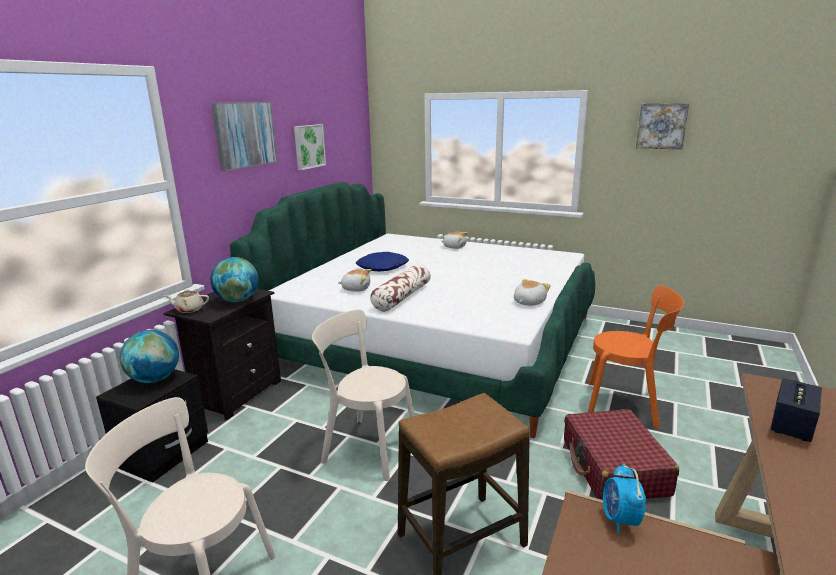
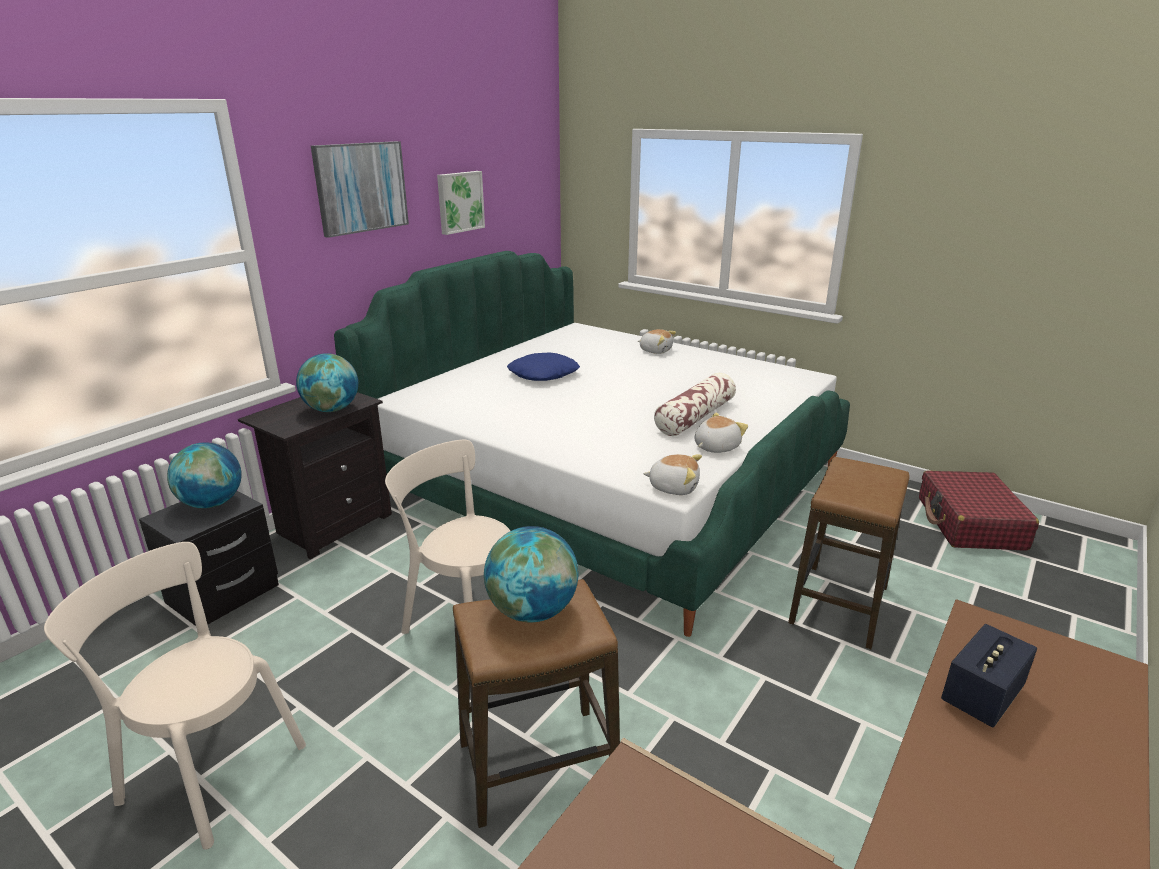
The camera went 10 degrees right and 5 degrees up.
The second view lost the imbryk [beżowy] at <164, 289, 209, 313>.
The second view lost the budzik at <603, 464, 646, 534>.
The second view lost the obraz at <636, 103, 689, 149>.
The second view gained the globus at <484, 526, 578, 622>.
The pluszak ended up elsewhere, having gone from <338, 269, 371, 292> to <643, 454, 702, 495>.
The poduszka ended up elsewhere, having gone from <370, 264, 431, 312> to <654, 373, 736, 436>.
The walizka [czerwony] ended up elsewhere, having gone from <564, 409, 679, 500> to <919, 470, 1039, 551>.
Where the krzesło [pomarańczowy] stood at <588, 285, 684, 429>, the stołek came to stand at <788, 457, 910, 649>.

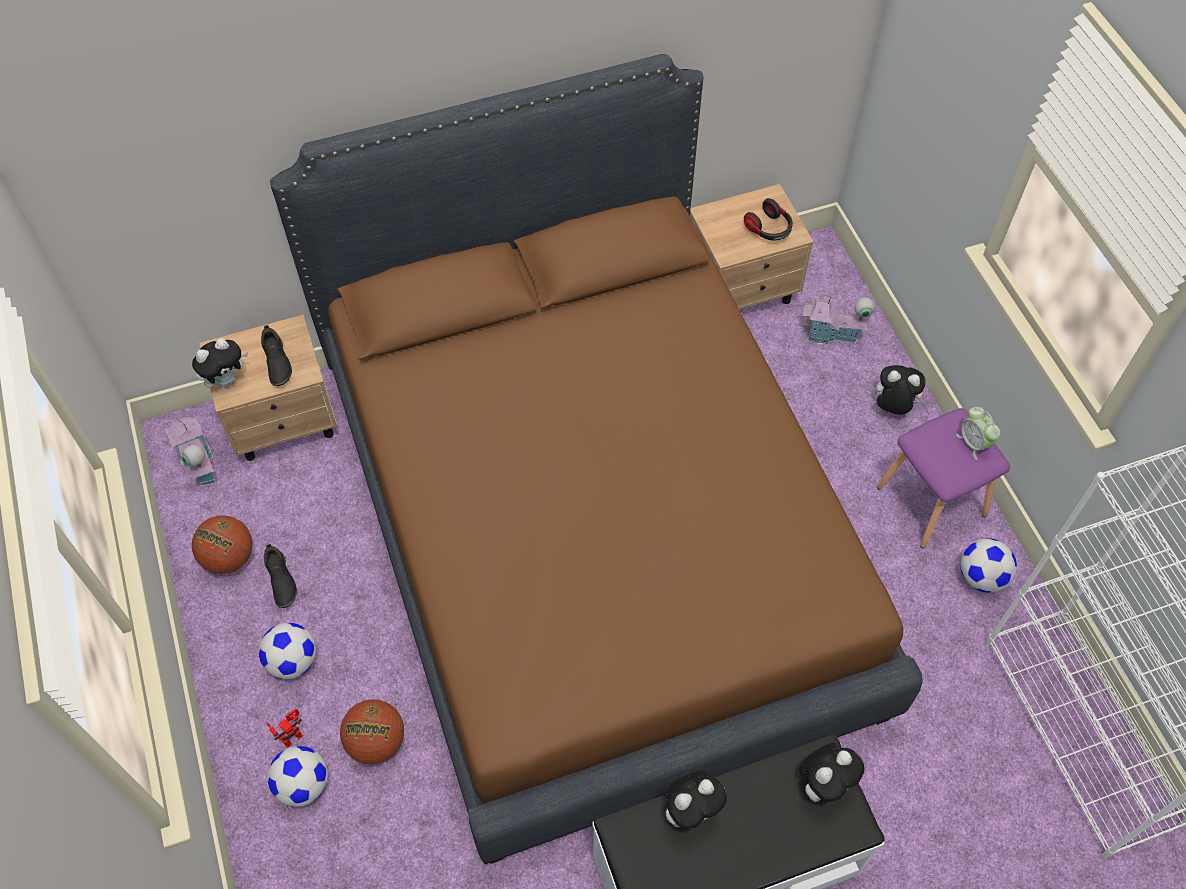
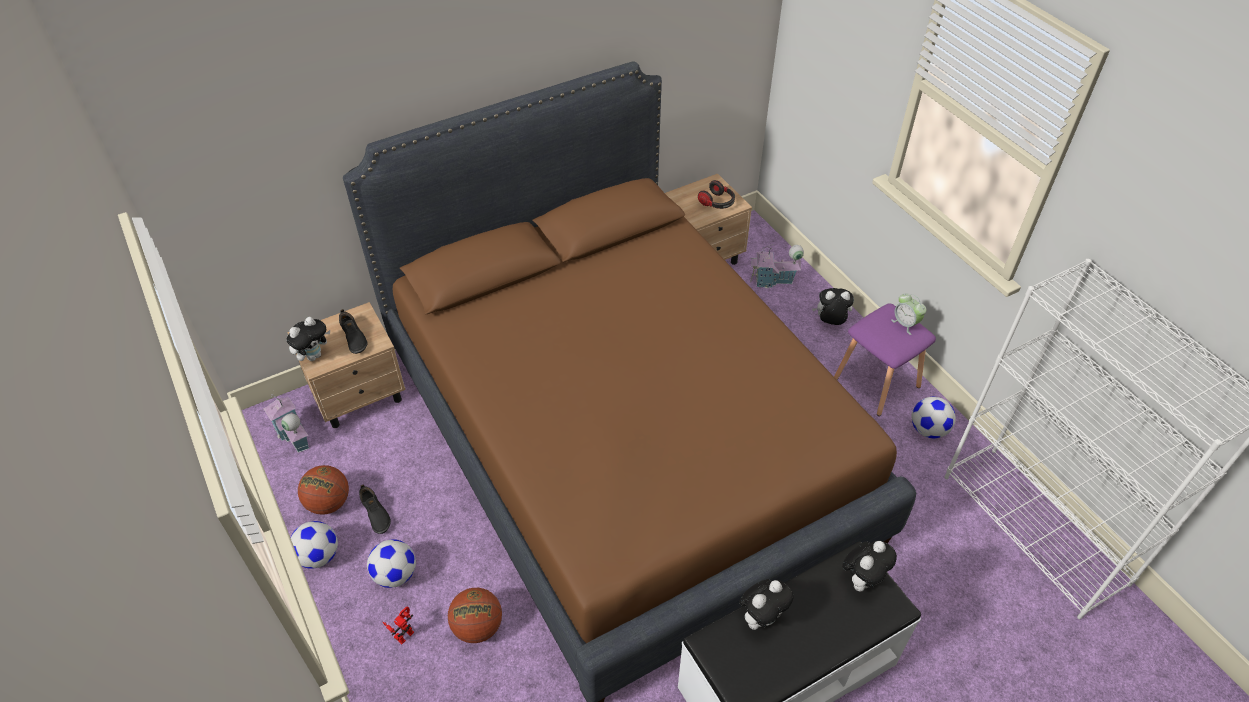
The camera went 10 degrees left and 10 degrees down.
The piłka futbolowa ended up elsewhere, having gone from <267, 746, 328, 807> to <291, 521, 338, 569>.

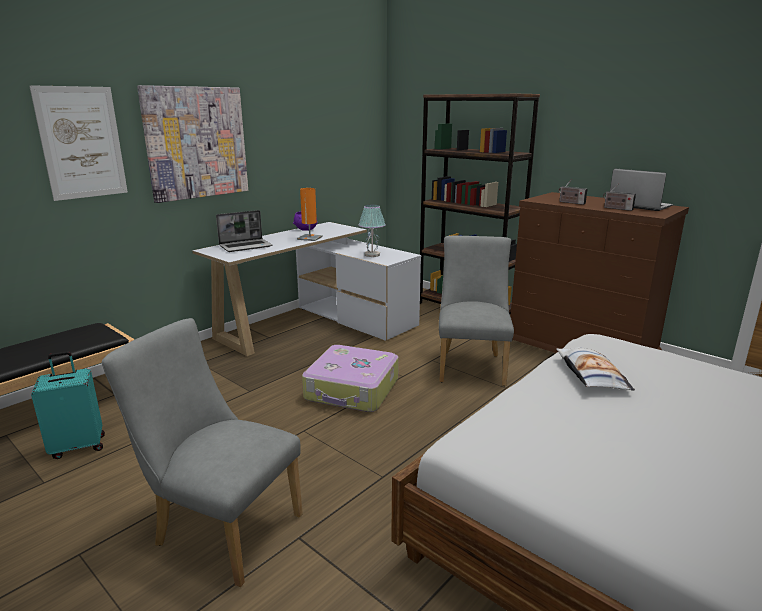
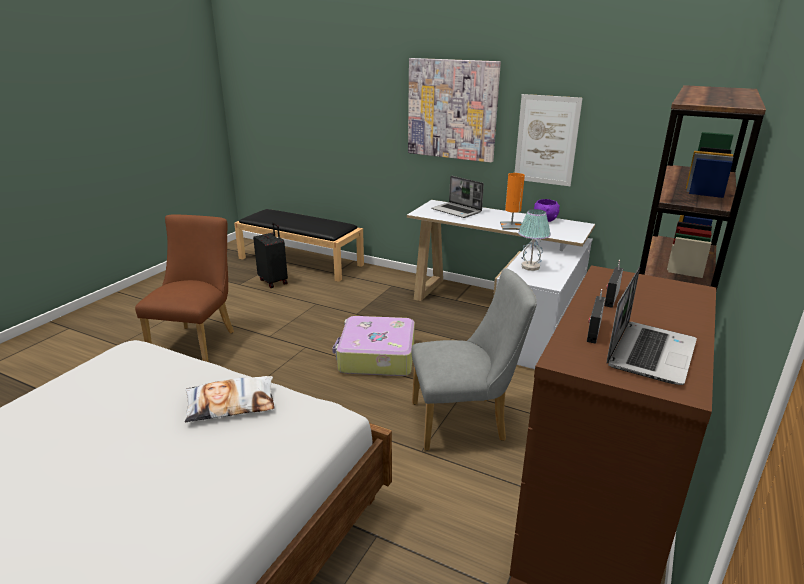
The camera went 75 degrees right and 5 degrees up.
The obraz ended up elsewhere, having gone from <29, 85, 128, 201> to <515, 94, 583, 186>.
What was the walizka [turkusowy] at <31, 351, 105, 459> turned into the walizka [czarny] at <253, 222, 288, 288>.
What was the krzesło [szary] at <102, 318, 303, 587> turned into the krzesło [brązowy] at <135, 214, 234, 362>.

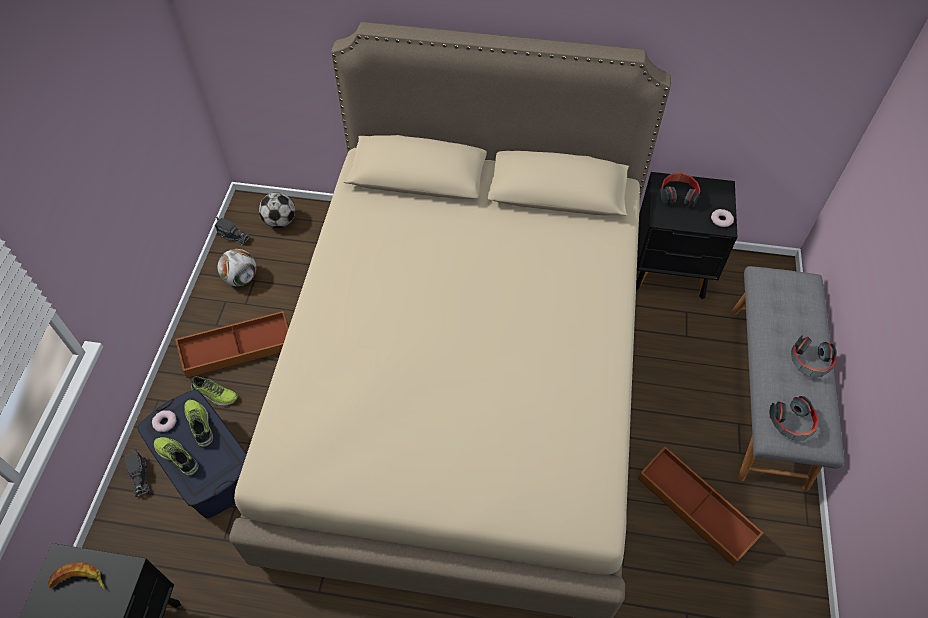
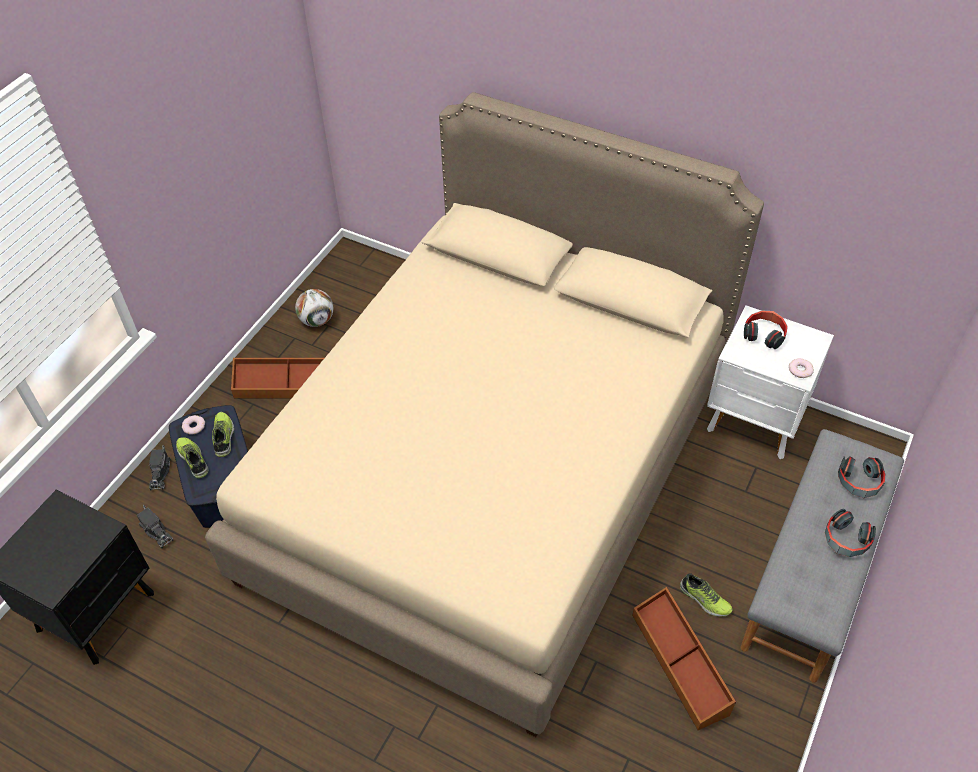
The camera went 20 degrees right and 5 degrees down.
The second view lost the banan at <48, 563, 105, 590>.
The second view lost the piłka futbolowa at <259, 192, 295, 228>.
The but ended up elsewhere, having gone from <191, 376, 238, 406> to <680, 573, 732, 617>.
The ciężarówka zabawkowa ended up elsewhere, having gone from <215, 217, 250, 246> to <137, 505, 174, 548>.
The słuchawki ended up elsewhere, having gone from <769, 396, 819, 441> to <838, 457, 885, 498>.
What was the szafka nocna [czarny] at <636, 172, 737, 299> turned into the szafka nocna [biały] at <707, 305, 834, 459>.

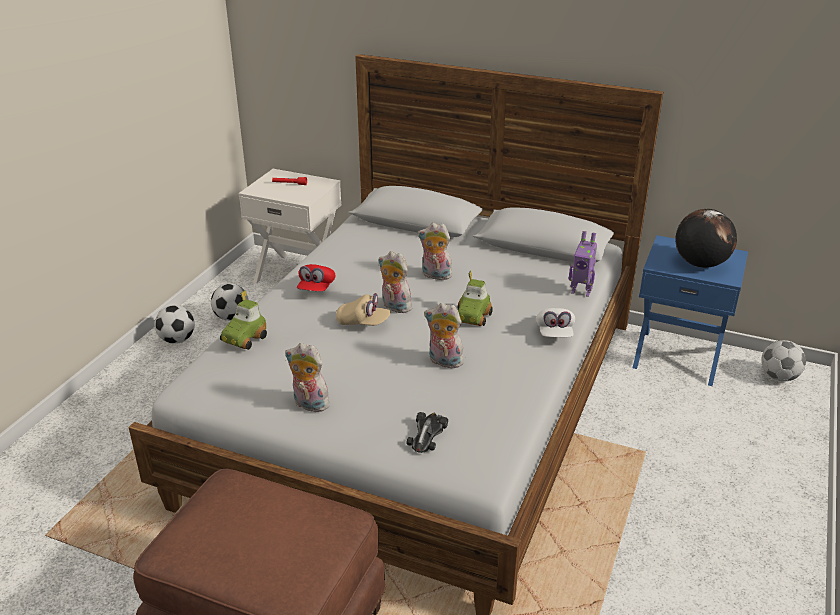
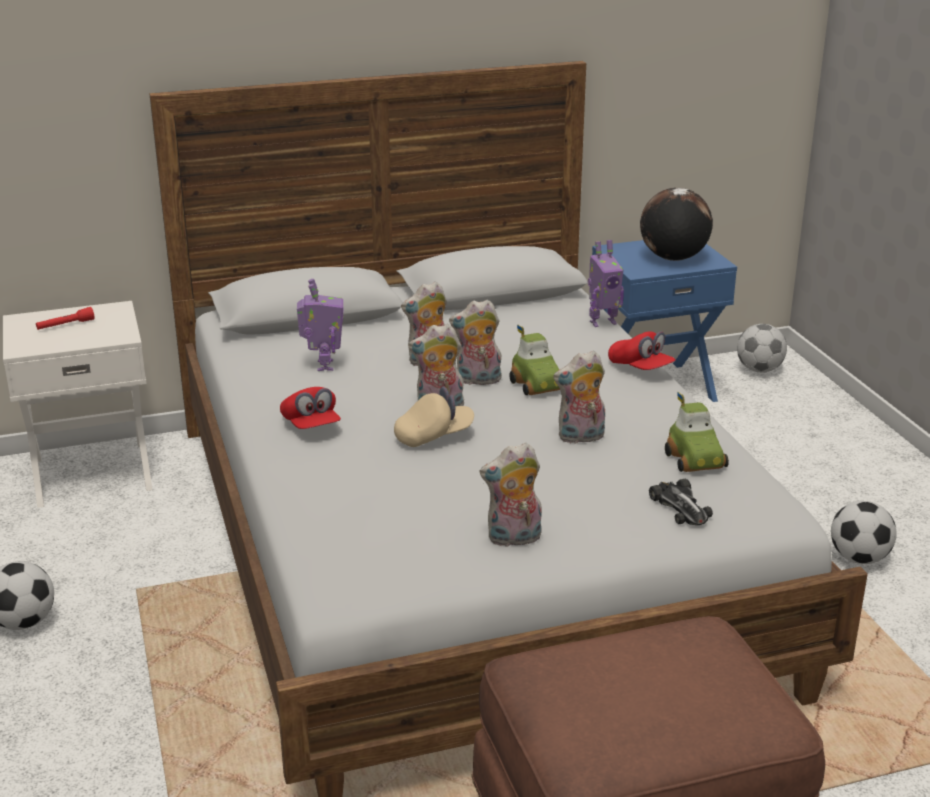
The camera went 40 degrees left and 5 degrees down.
The second view gained the robot zabawkowy at <297, 279, 343, 371>.
The second view gained the pluszak at <449, 300, 502, 385>.
The piłka futbolowa ended up elsewhere, having gone from <211, 284, 248, 321> to <831, 501, 897, 564>.
The samochodzik ended up elsewhere, having gone from <220, 290, 267, 350> to <665, 392, 729, 472>.
What was the czapka z daszkiem [biały] at <536, 308, 575, 337> turned into the czapka z daszkiem [czerwony] at <608, 331, 676, 370>.

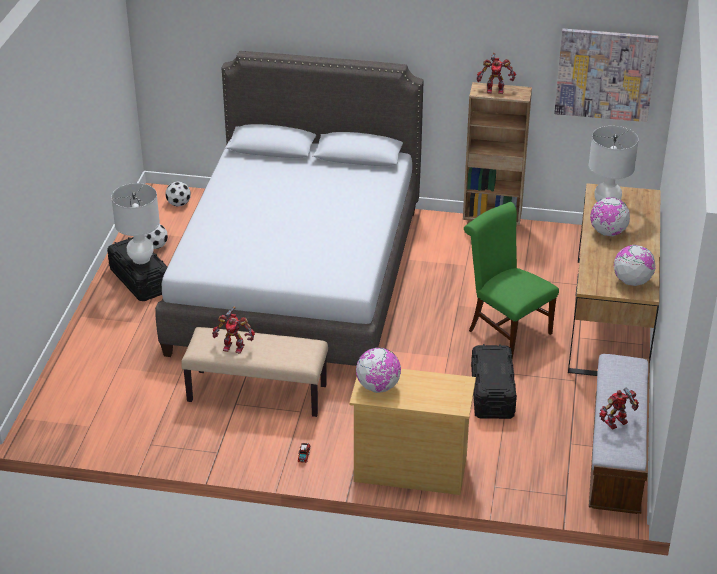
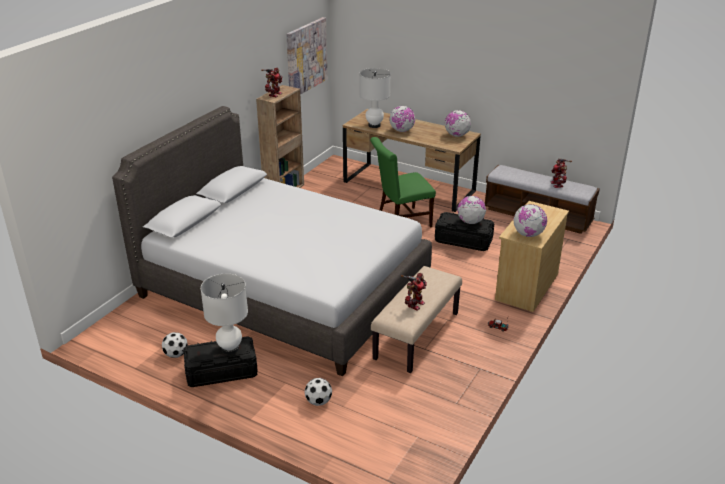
The camera went 70 degrees left and 5 degrees down.
The second view gained the globus at <457, 196, 486, 224>.
The piłka futbolowa ended up elsewhere, having gone from <165, 181, 191, 206> to <305, 378, 332, 406>.

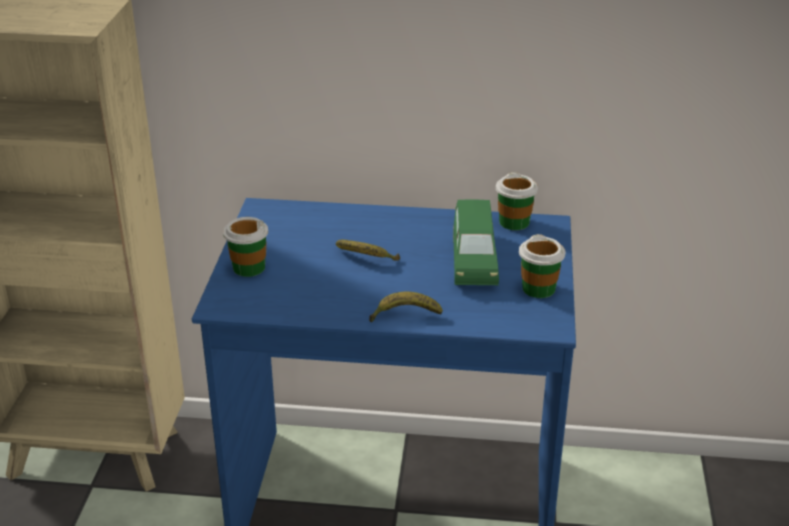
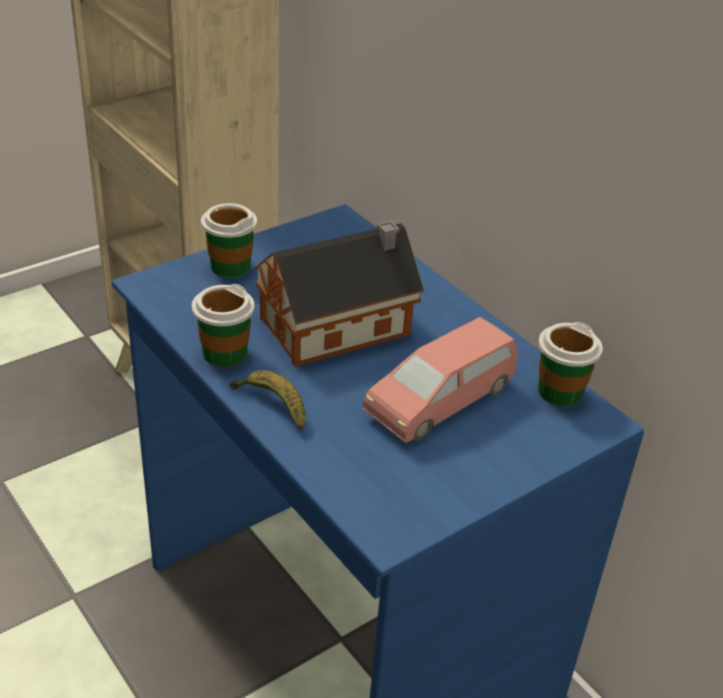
The camera went 45 degrees right and 5 degrees up.
The filiżanka ended up elsewhere, having gone from <519, 234, 566, 298> to <192, 284, 254, 367>.
Where the banan stood at <336, 240, 400, 261>, the domek came to stand at <254, 221, 424, 367>.
What was the samochodzik [zielony] at <453, 199, 499, 285> turned into the samochodzik [różowy] at <363, 317, 518, 443>.

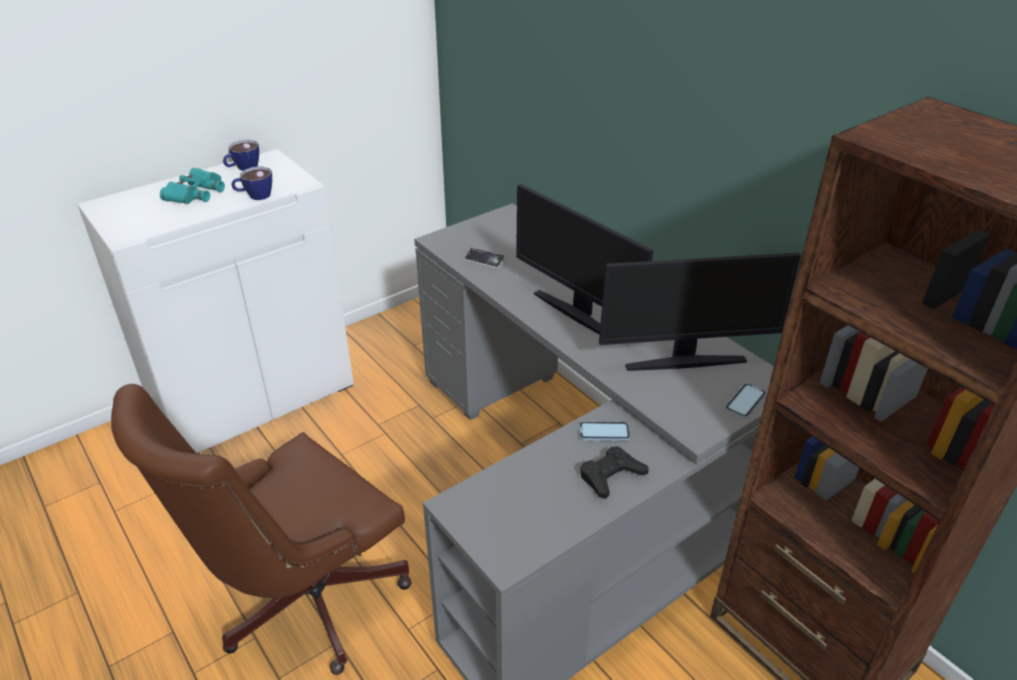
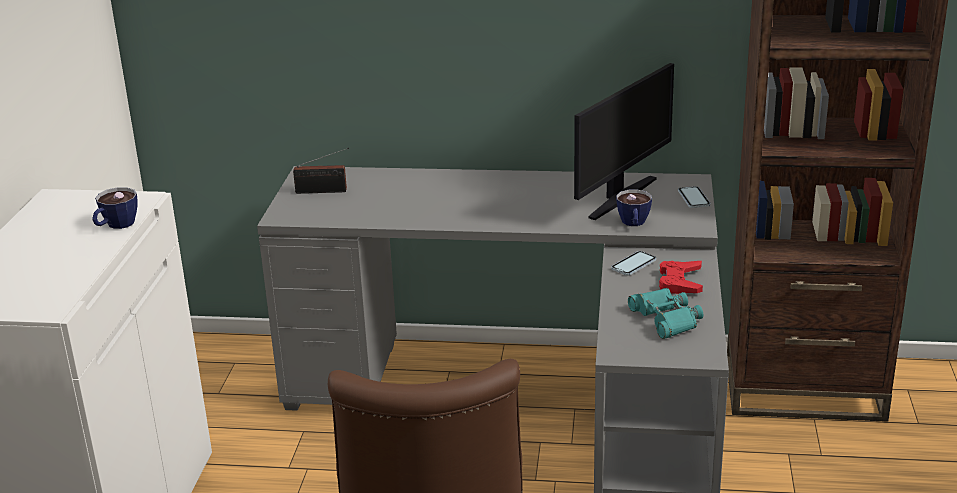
The camera went 45 degrees left and 10 degrees down.
The second view lost the telefon at <464, 248, 505, 268>.
The second view lost the monitor at <516, 184, 653, 335>.
The second view gained the radio at <293, 148, 349, 194>.
The lornetka [turkusowy] ended up elsewhere, having gone from <160, 168, 225, 204> to <628, 288, 703, 339>.
The filiżanka ended up elsewhere, having gone from <223, 140, 259, 171> to <616, 190, 652, 226>.
What was the pad do gier [czarny] at <580, 446, 649, 499> turned into the pad do gier [czerwony] at <659, 261, 703, 294>.

